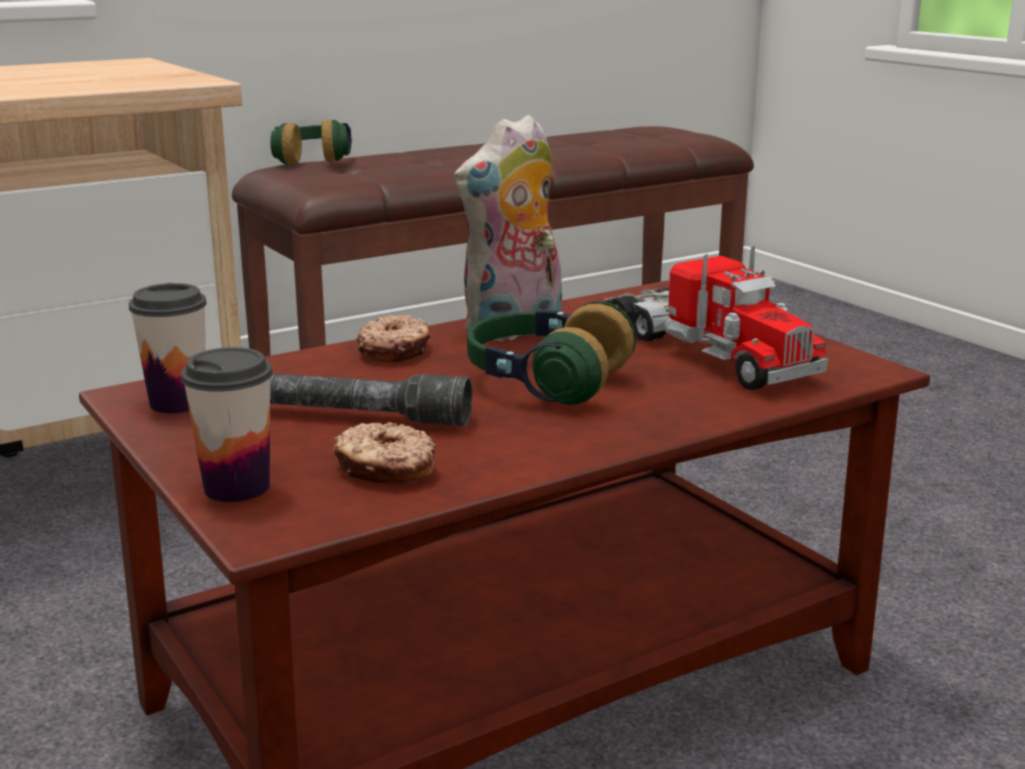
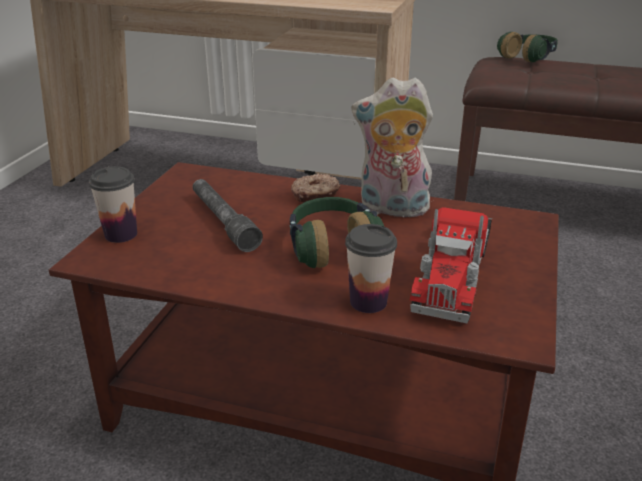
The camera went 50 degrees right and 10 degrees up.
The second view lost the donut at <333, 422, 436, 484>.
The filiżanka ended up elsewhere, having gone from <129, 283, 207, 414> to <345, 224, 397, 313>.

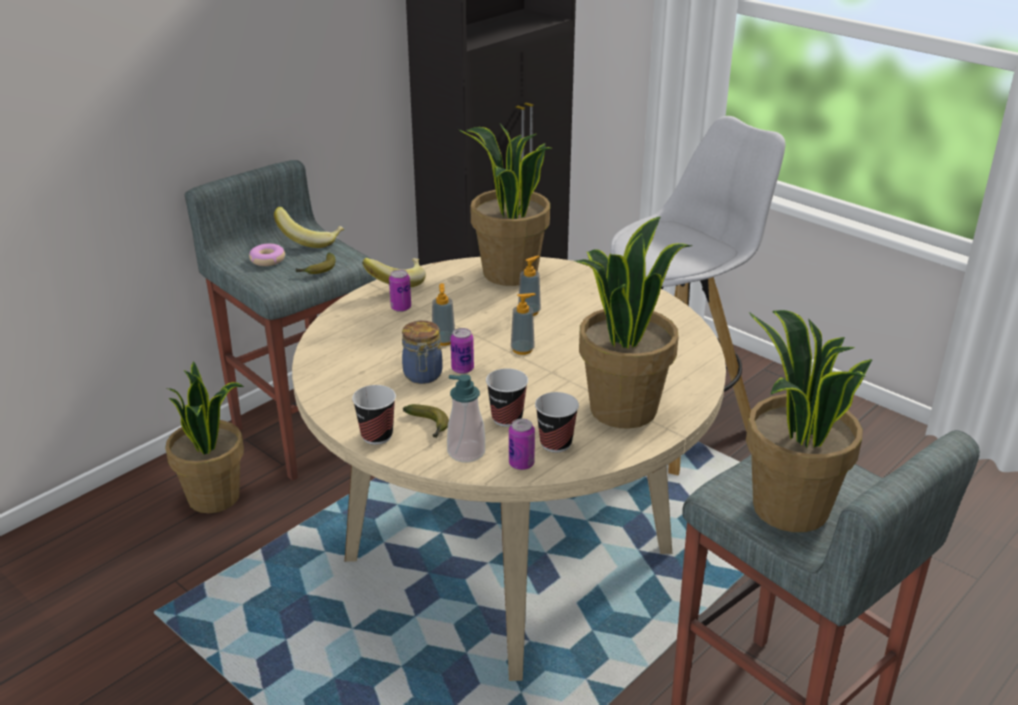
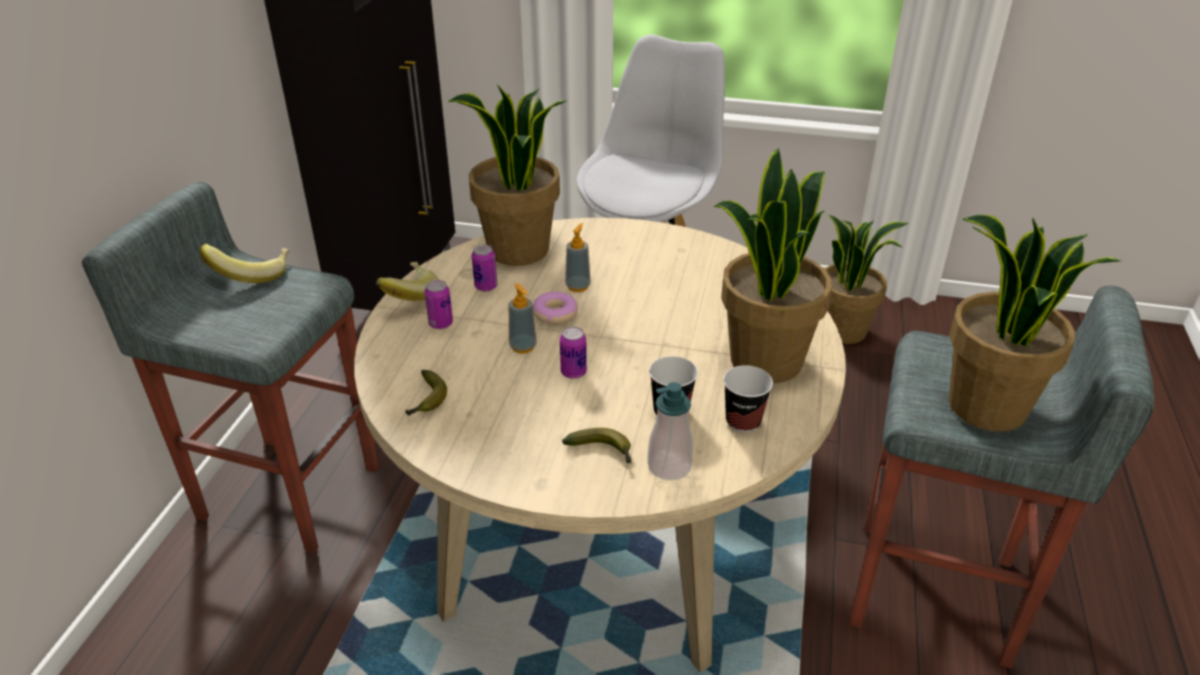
The camera went 30 degrees left and 5 degrees up.
The second view lost the filiżanka at <352, 385, 396, 445>.
The second view lost the słoik at <402, 321, 443, 384>.
The second view lost the dozownik mydła at <511, 293, 536, 355>.
The roślina doniczkowa ended up elsewhere, having gone from <165, 361, 244, 513> to <824, 214, 909, 344>.
The donut ended up elsewhere, having gone from <249, 244, 285, 266> to <533, 292, 578, 324>.
The banan ended up elsewhere, having gone from <296, 252, 336, 274> to <406, 370, 447, 416>.
The puszka ended up elsewhere, having gone from <509, 419, 535, 470> to <472, 245, 497, 292>.

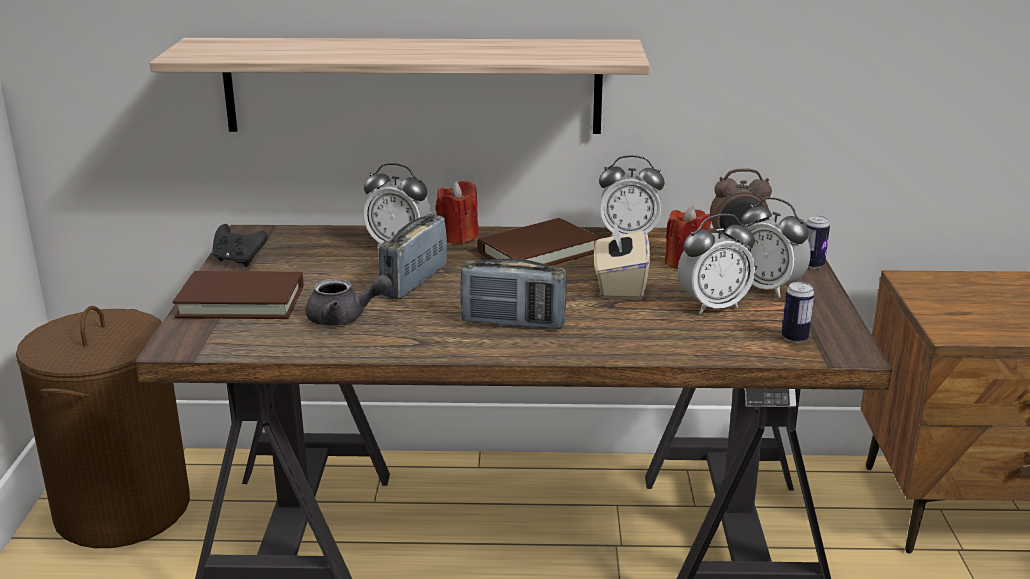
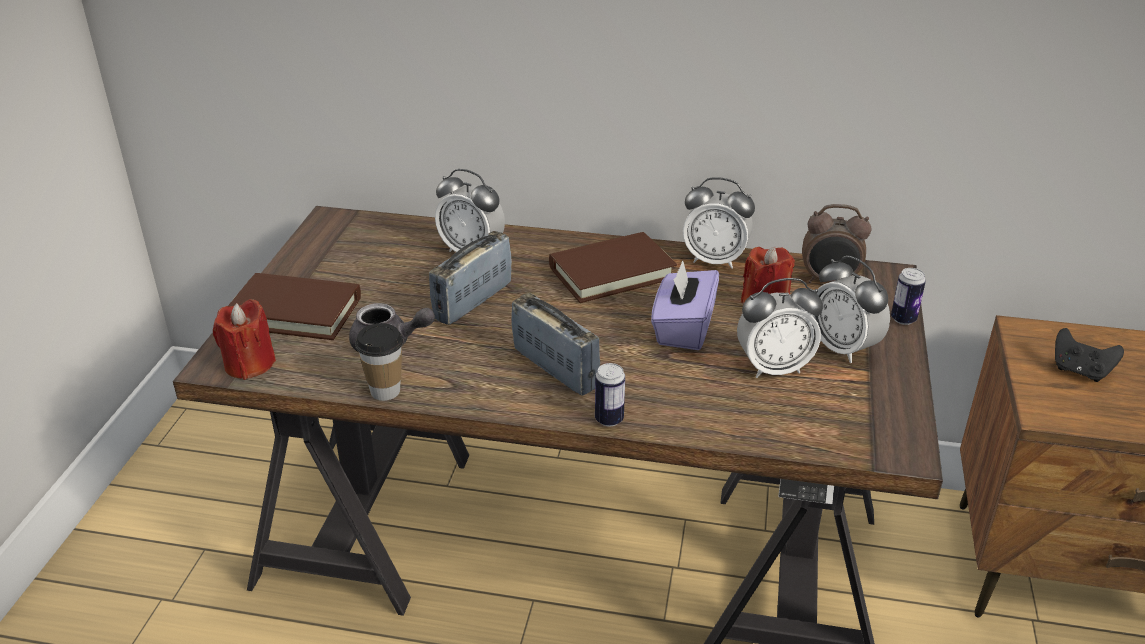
The camera went 10 degrees right and 10 degrees up.
The second view lost the kosz na pranie [brązowy] at <16, 306, 190, 548>.
The second view lost the półka at <150, 38, 650, 134>.
The second view gained the filiżanka at <355, 323, 403, 401>.
The pad do gier [czarny] ended up elsewhere, having gone from <212, 224, 268, 267> to <1055, 328, 1124, 382>.
The świeca [czerwony] ended up elsewhere, having gone from <435, 181, 478, 244> to <213, 299, 276, 380>.
The puszka ended up elsewhere, having gone from <781, 282, 814, 343> to <595, 363, 625, 426>.
What was the pudełko chusteczek [beżowy] at <594, 220, 650, 299> turned into the pudełko chusteczek [fioletowy] at <651, 260, 719, 350>.
The radio at <460, 258, 567, 329> ended up facing another way, 150 degrees counterclockwise from before.

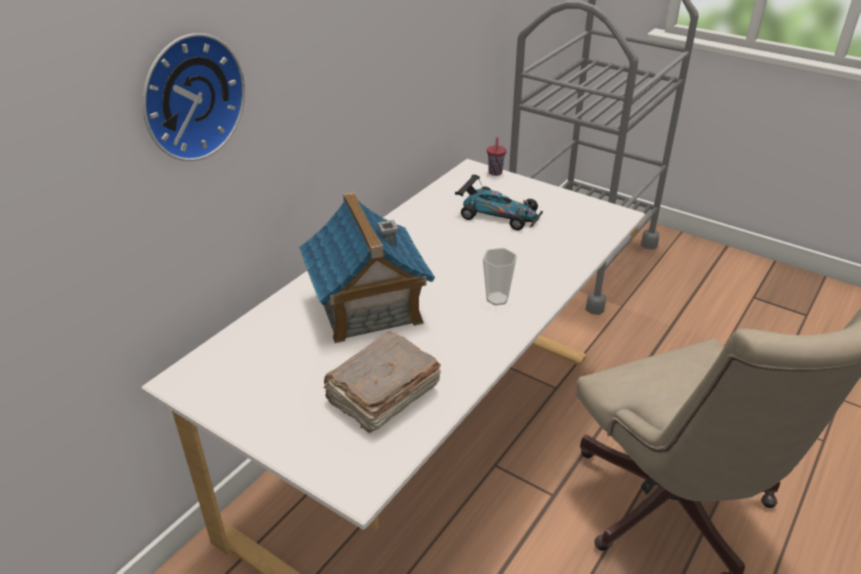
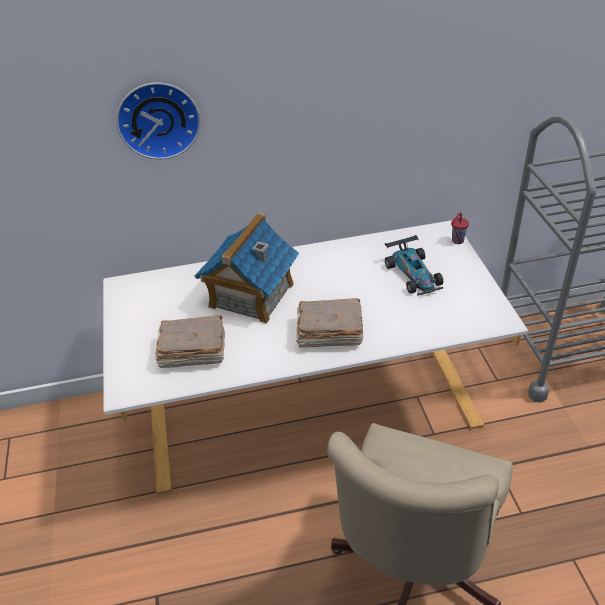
The camera went 45 degrees right and 5 degrees up.
Where the filiżanka stood at <483, 248, 517, 305>, the książka [brązowy] came to stand at <297, 298, 363, 347>.

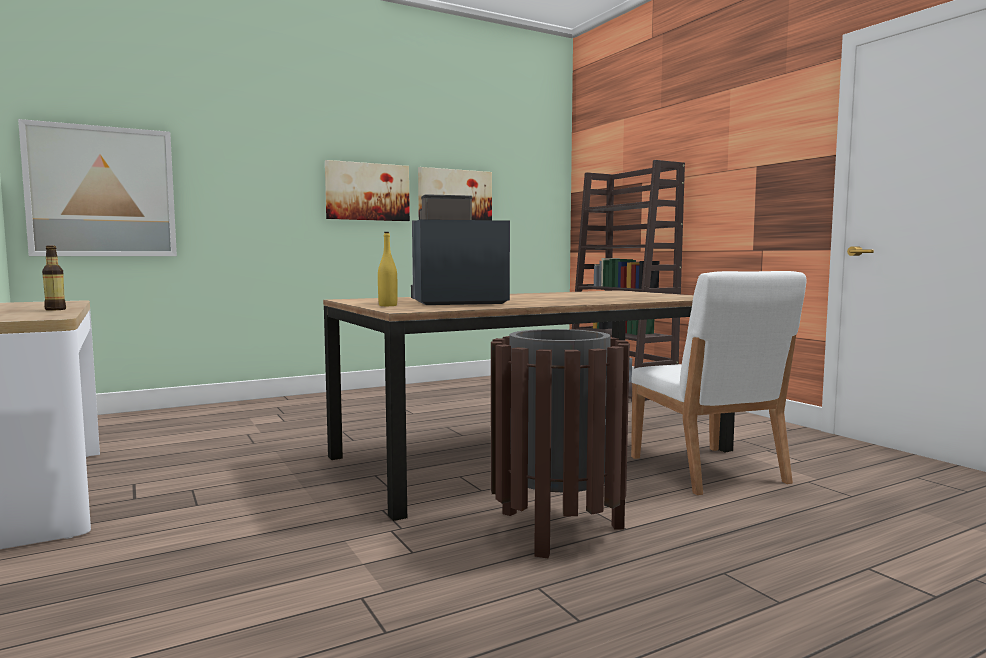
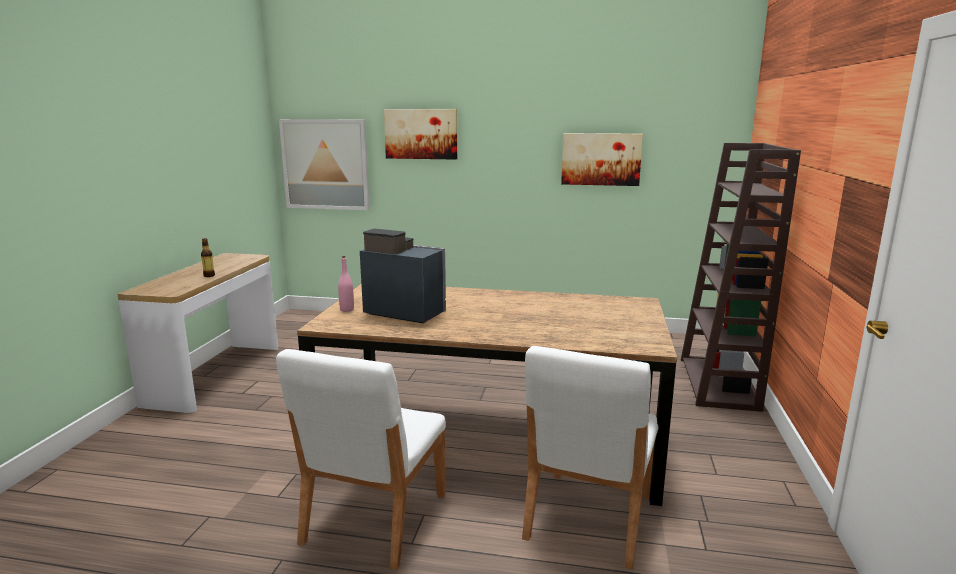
The camera went 40 degrees right and 10 degrees up.
The obraz ended up elsewhere, having gone from <325, 160, 410, 221> to <384, 109, 457, 160>.
Where the kosz na śmieci [brązowy] stood at <491, 329, 630, 559>, the krzesło [biały] came to stand at <276, 349, 446, 570>.
What was the butelka [żółty] at <378, 232, 398, 306> turned into the butelka [różowy] at <338, 256, 354, 312>.

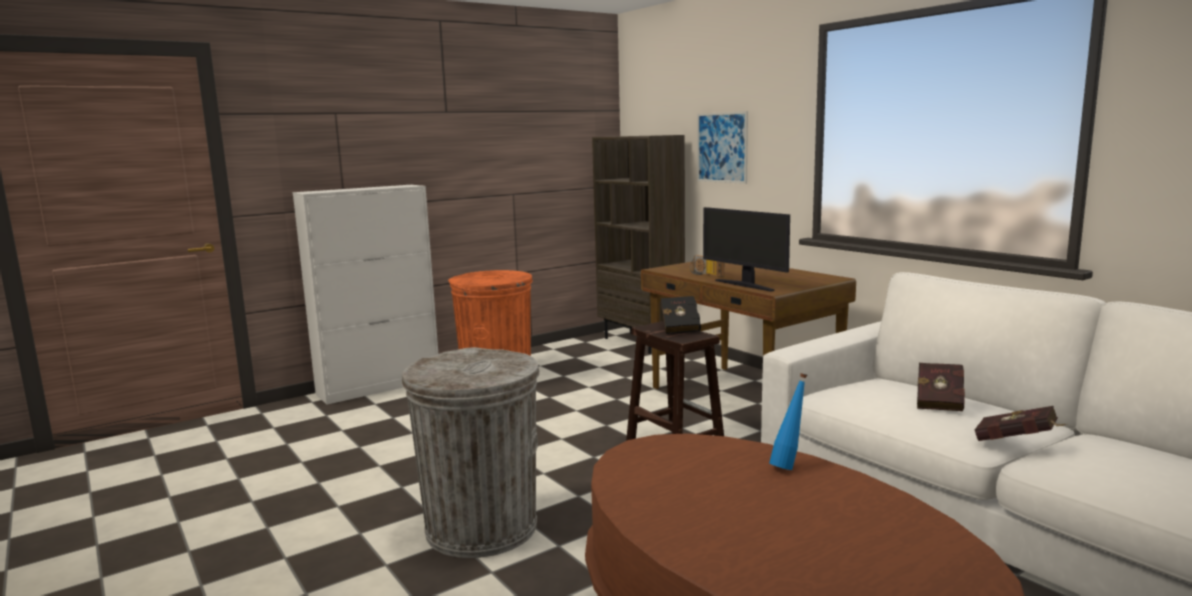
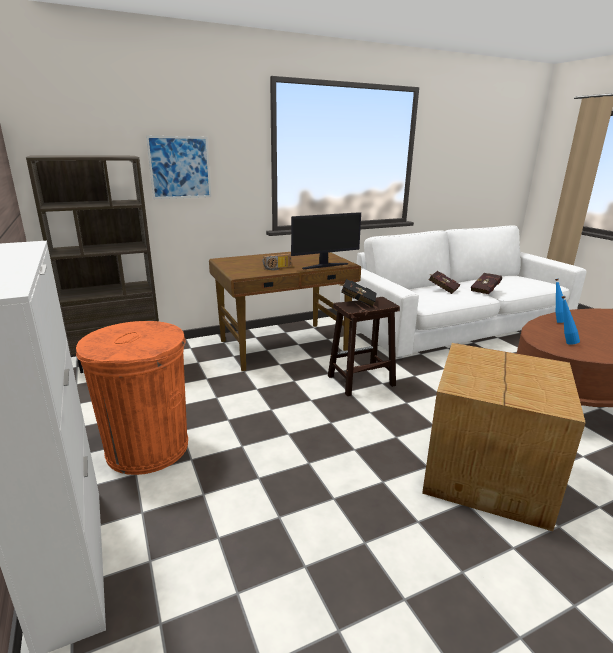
The camera went 80 degrees left and 10 degrees up.
The second view gained the butelka [niebieski] at <562, 296, 580, 344>.
Where the kosz na śmieci [szary] stood at <401, 347, 540, 558>, the karton came to stand at <422, 343, 586, 531>.

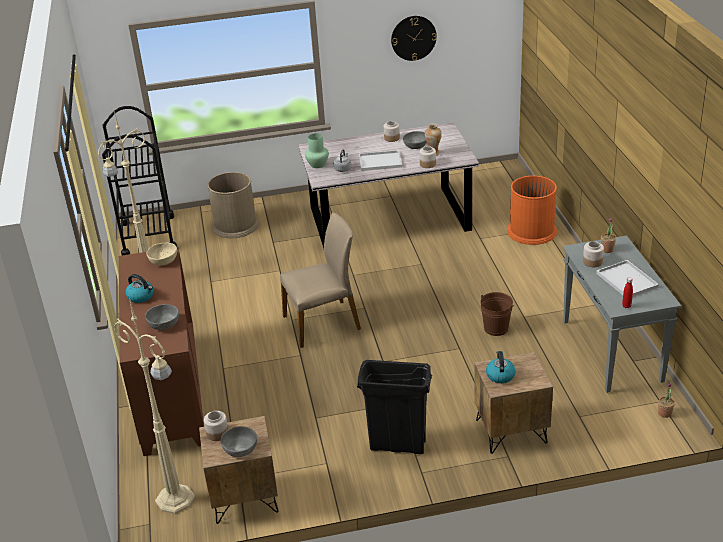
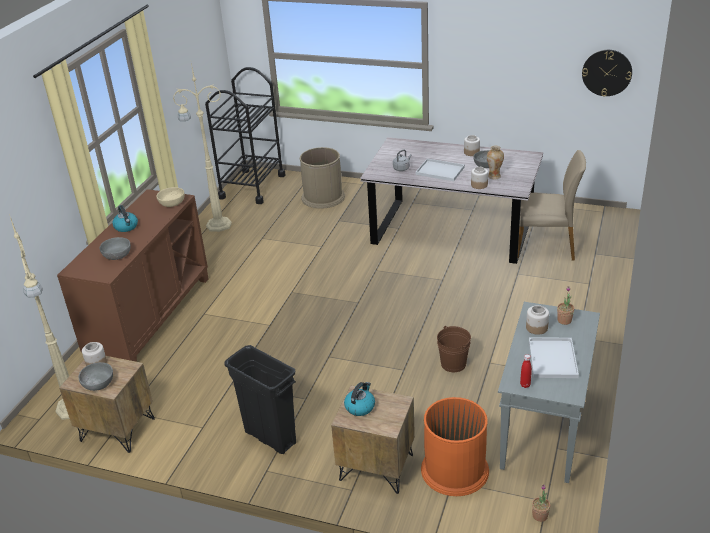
The camera went 30 degrees right and 0 degrees up.
The second view lost the wazon [zielony] at <305, 133, 329, 168>.
The krzesło [beżowy] ended up elsewhere, having gone from <280, 213, 361, 348> to <518, 150, 586, 261>.
The zegar ścienny ended up elsewhere, having gone from <391, 16, 437, 61> to <582, 50, 632, 97>.
The kosz na śmieci [pomarańczowy] ended up elsewhere, having gone from <507, 176, 557, 245> to <421, 397, 489, 496>.

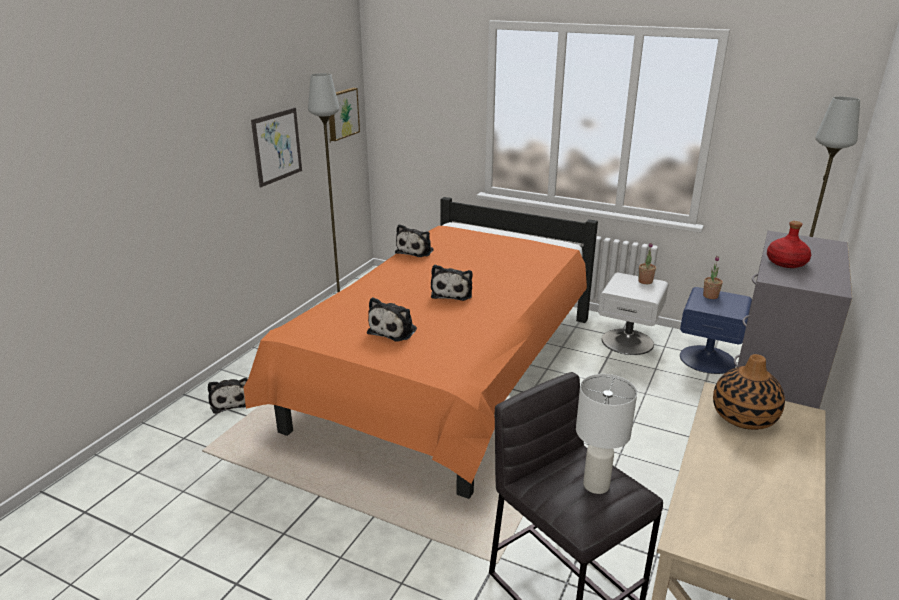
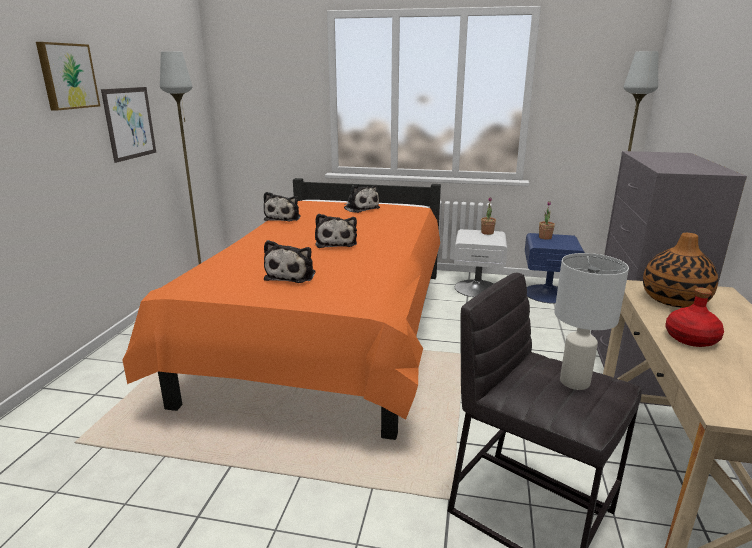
The camera went 15 degrees left and 5 degrees down.
The pluszak ended up elsewhere, having gone from <208, 378, 248, 414> to <344, 185, 380, 213>.
The obraz ended up elsewhere, having gone from <329, 88, 360, 141> to <36, 42, 100, 110>.
The butelka [czerwony] ended up elsewhere, having gone from <767, 221, 811, 268> to <665, 287, 724, 347>.

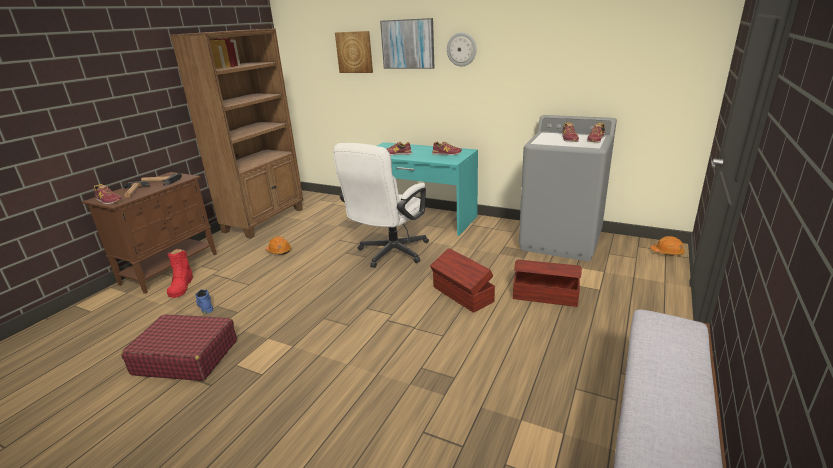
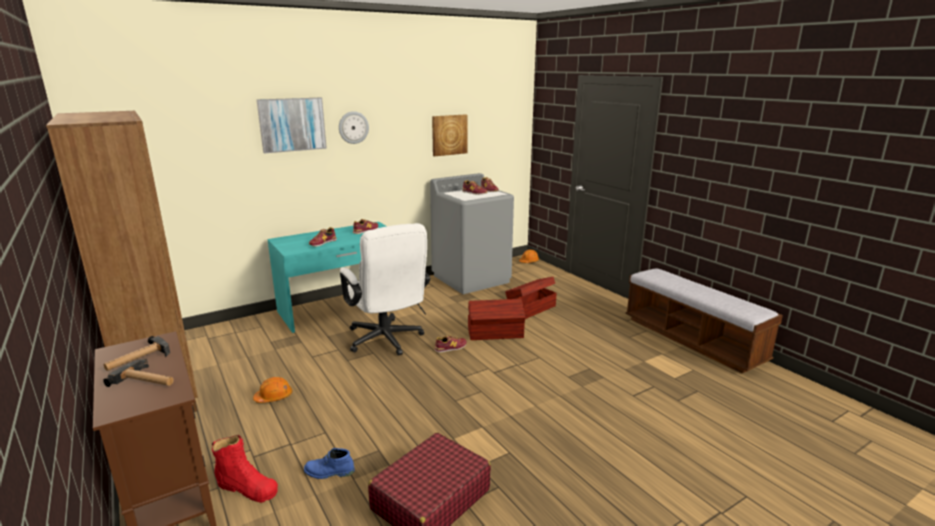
The camera went 60 degrees left and 5 degrees down.
The but ended up elsewhere, having gone from <94, 184, 122, 204> to <434, 335, 467, 353>.
The obraz ended up elsewhere, having gone from <335, 31, 373, 73> to <432, 114, 468, 156>.

